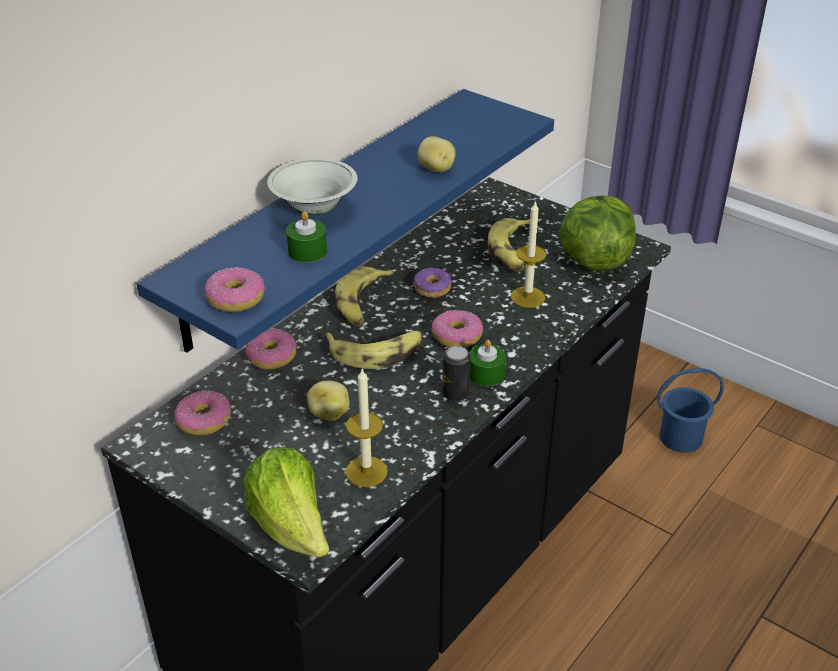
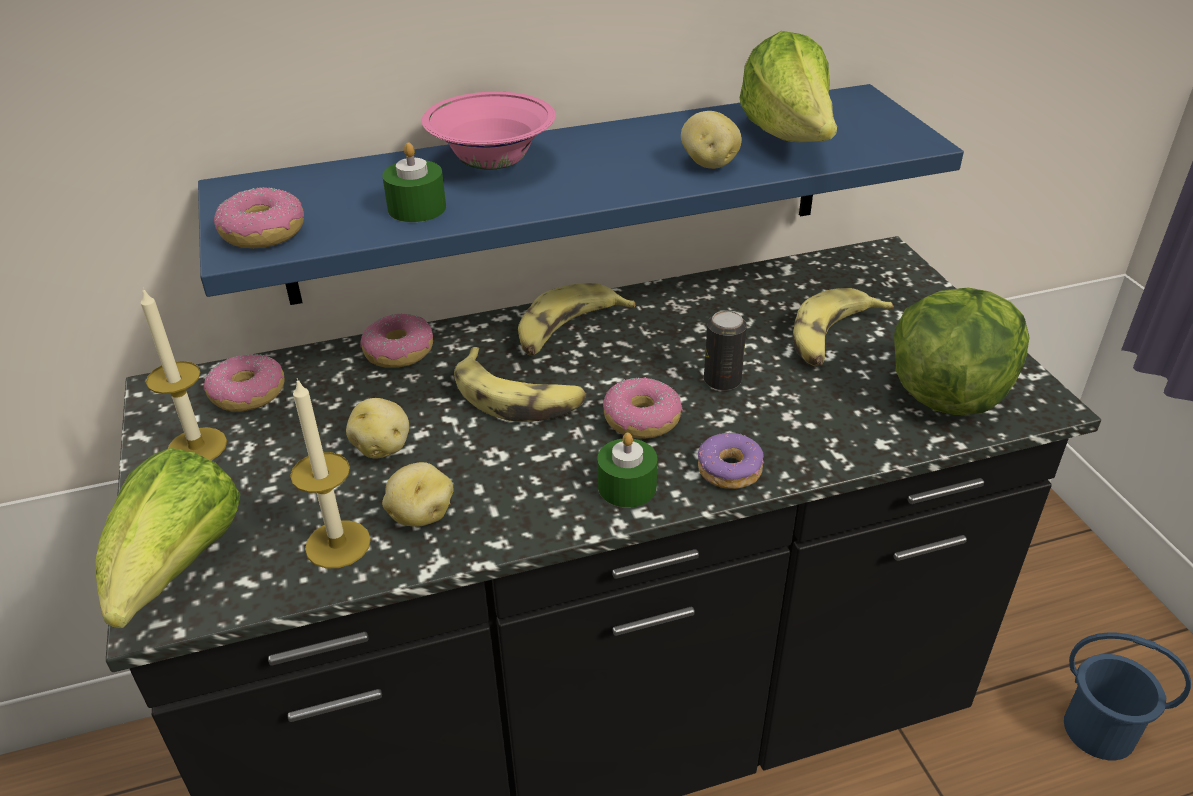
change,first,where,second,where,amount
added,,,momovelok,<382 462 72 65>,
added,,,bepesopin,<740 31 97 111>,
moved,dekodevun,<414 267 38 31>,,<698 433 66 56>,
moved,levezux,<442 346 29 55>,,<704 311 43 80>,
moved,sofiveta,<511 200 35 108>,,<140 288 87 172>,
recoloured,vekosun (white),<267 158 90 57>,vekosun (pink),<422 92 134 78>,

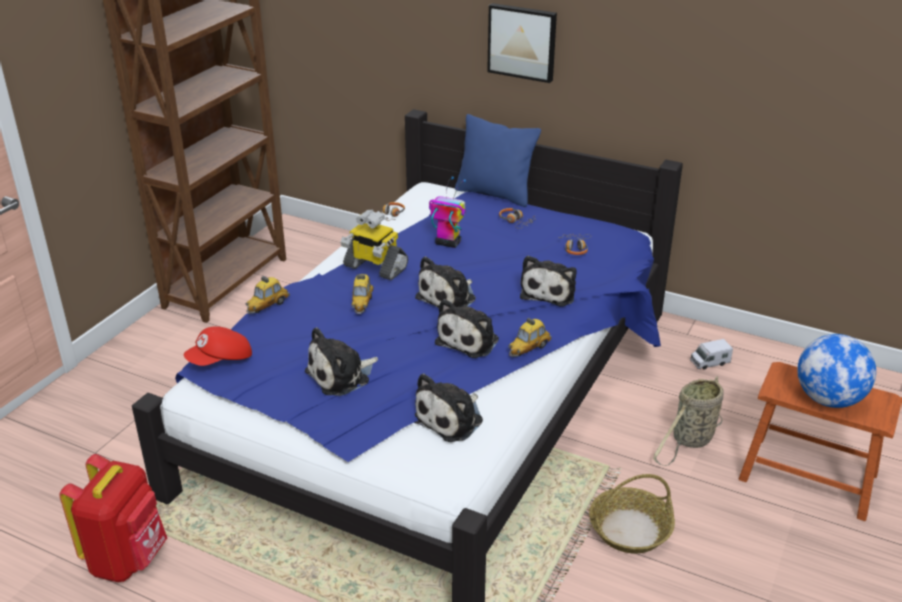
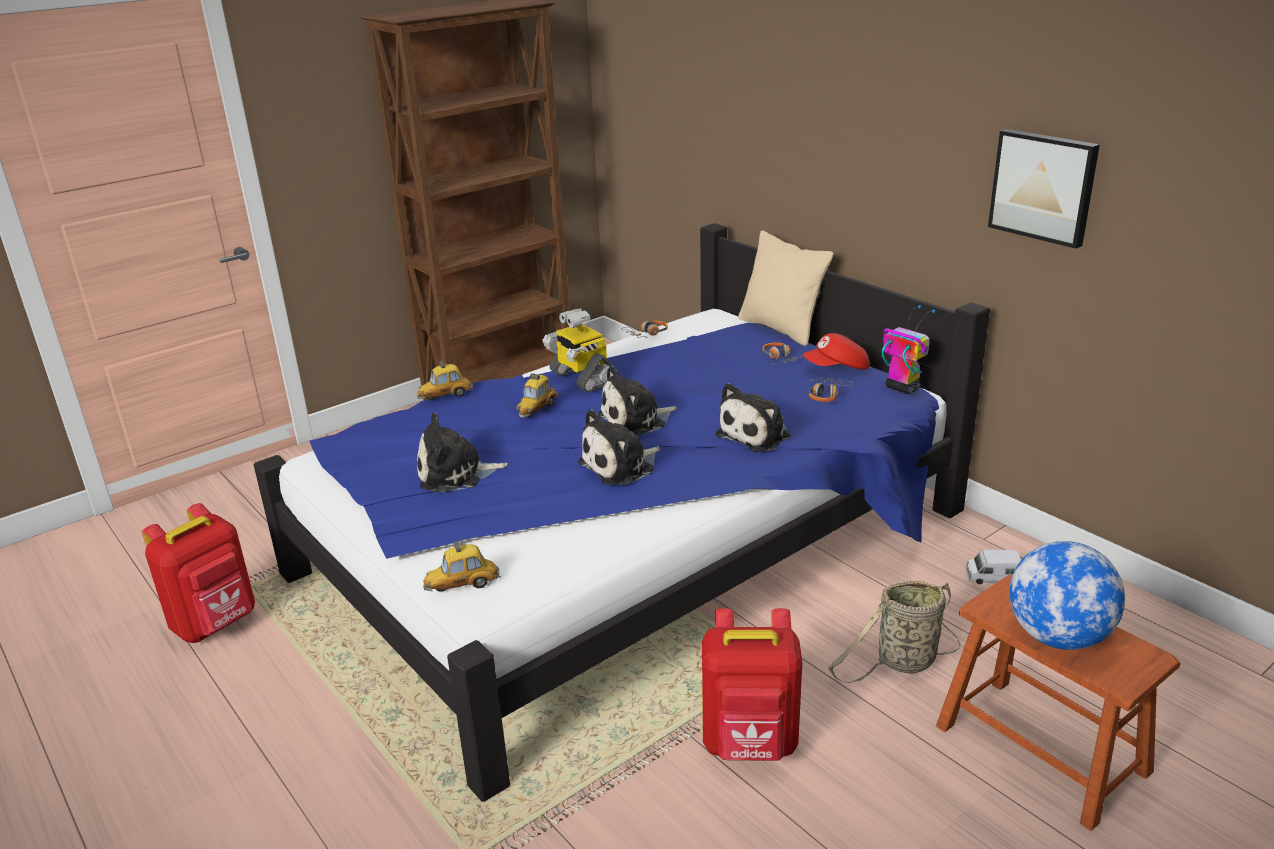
change,first,where,second,where,amount
removed,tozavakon,<414 373 69 69>,,,
moved,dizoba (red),<184 326 68 40>,,<803 333 66 36>,
moved,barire,<429 177 37 71>,,<882 305 53 89>,
moved,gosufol,<487 3 70 80>,,<988 129 112 120>,
moved,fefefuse,<508 318 44 39>,,<423 541 78 51>,
replaced,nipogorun,<589 474 86 80>,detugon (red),<702 608 100 153>,
recoloured,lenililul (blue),<455 114 86 93>,lenililul (beige),<738 230 95 116>,

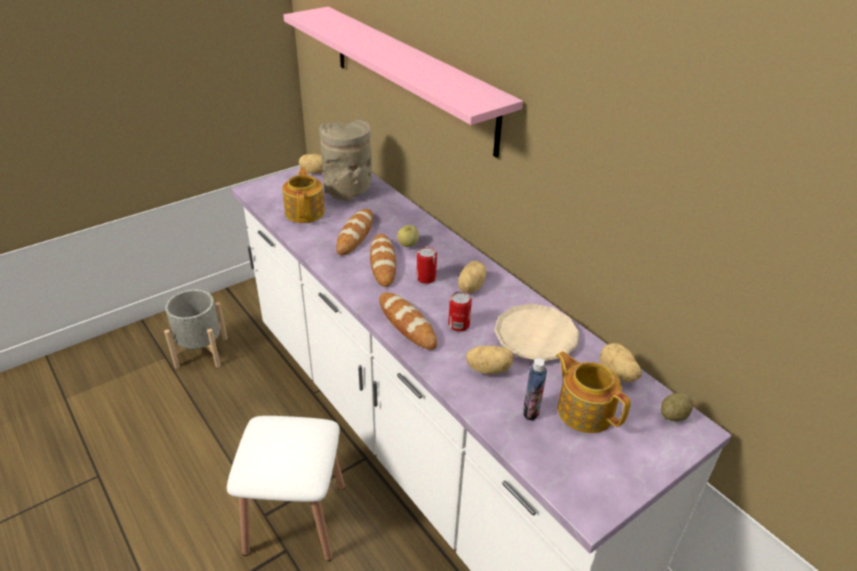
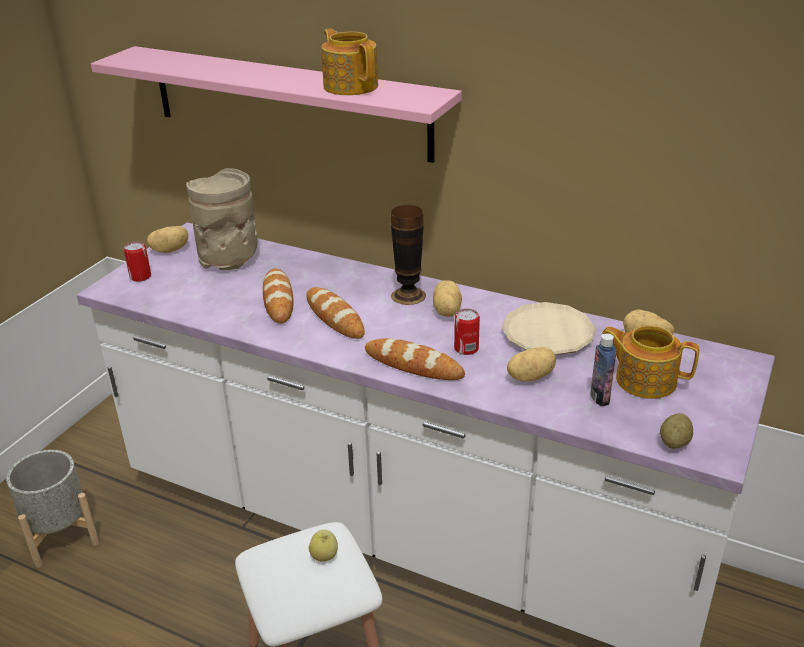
change,first,where,second,where,amount
added,,,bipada,<391 205 35 100>,
moved,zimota,<282 167 43 56>,,<321 28 57 67>,
moved,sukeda,<397 225 22 22>,,<309 529 29 33>,
moved,levezux,<417 246 20 38>,,<124 241 27 41>,
moved,momovelok,<661 393 32 28>,,<660 413 33 36>,

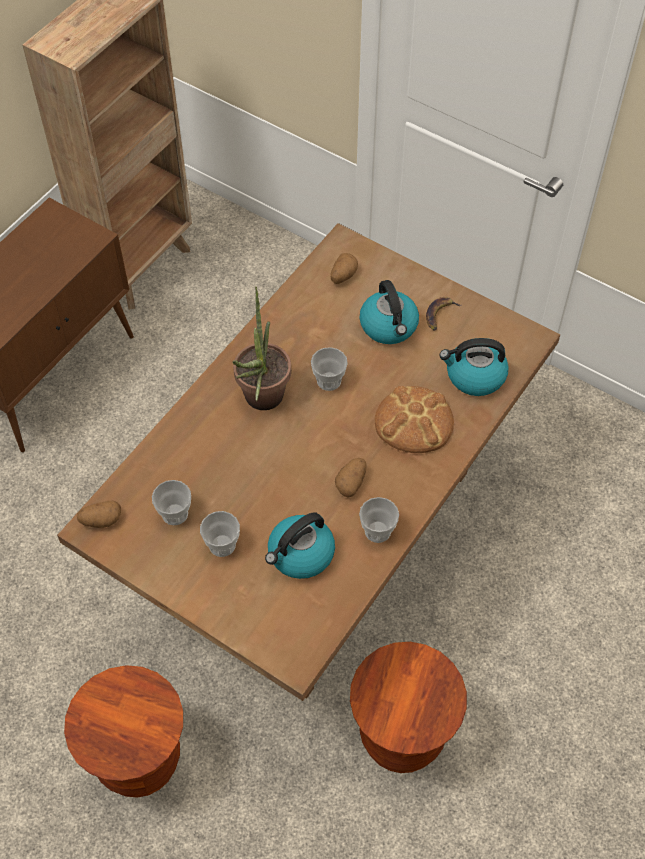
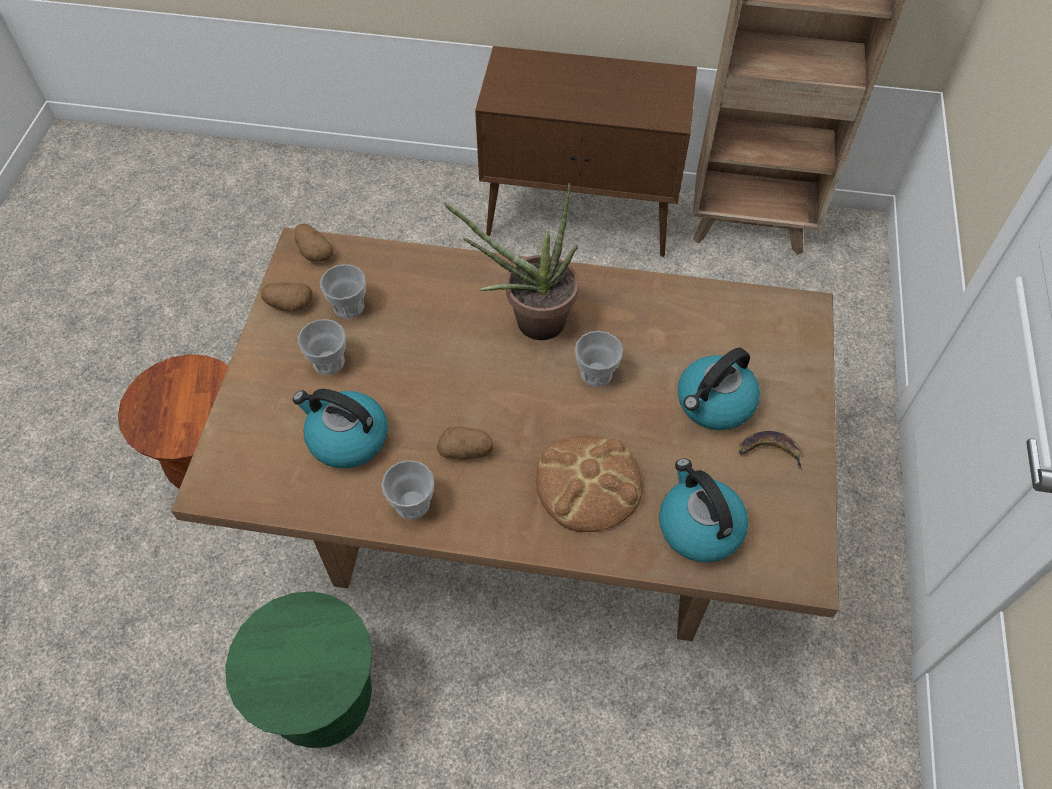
change,first,where,second,where,amount
moved,momovelok,<331 253 27 31>,,<261 283 52 28>,
recoloured,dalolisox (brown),<350 642 117 131>,dalolisox (green),<225 591 147 157>,

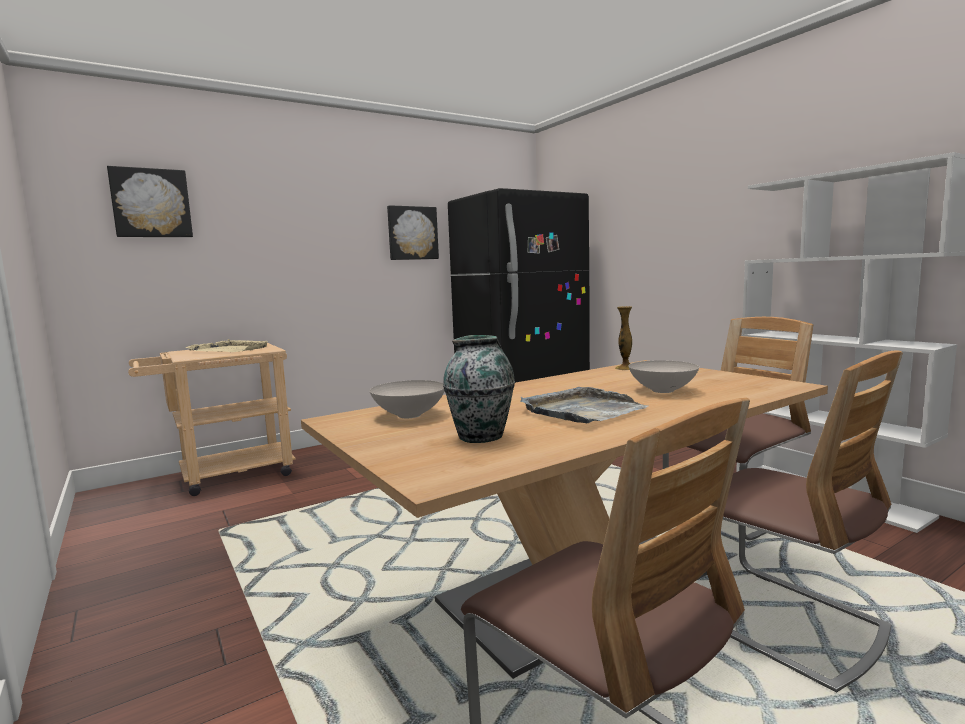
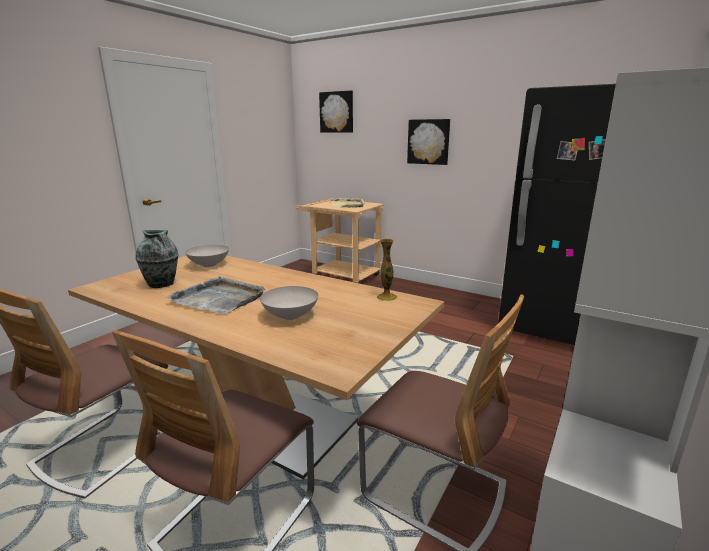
change,first,where,second,where,amount
moved,gosufol,<387 205 52 55>,,<407 119 43 46>,

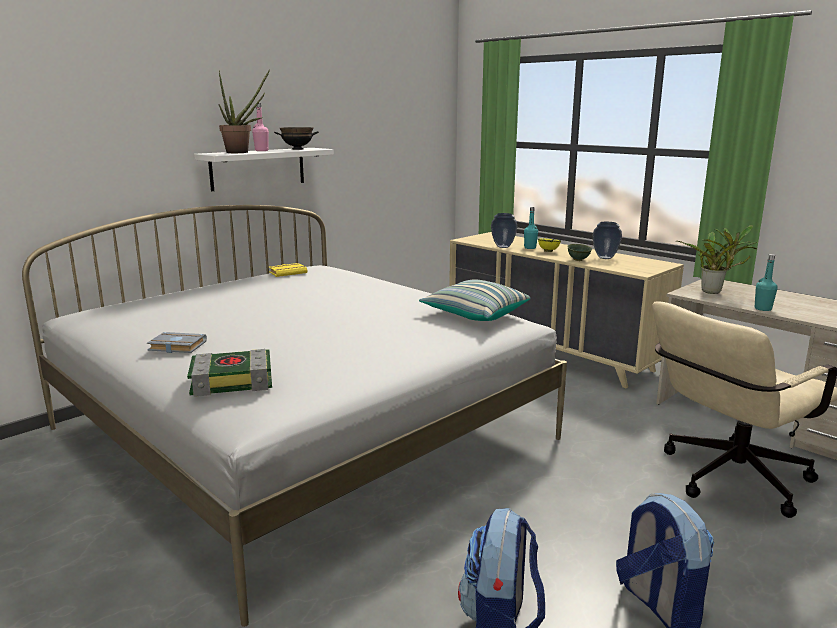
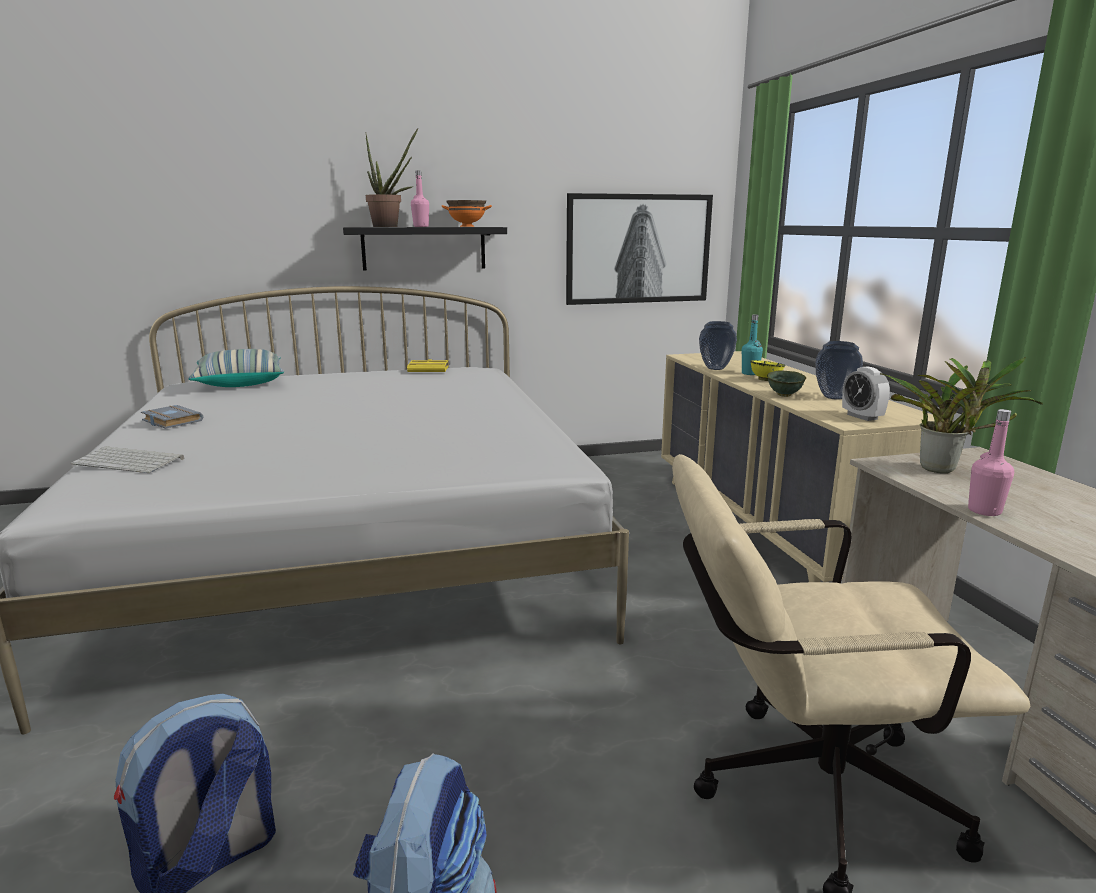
change,first,where,second,where,amount
added,,,gosufol,<566 193 147 112>,
added,,,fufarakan,<842 366 48 55>,
moved,lenililul,<419 279 112 42>,,<188 349 96 38>,
replaced,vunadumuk,<187 349 85 48>,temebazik,<71 446 113 27>,
recoloured,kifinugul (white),<194 148 140 43>,kifinugul (black),<343 227 164 43>,
recoloured,vekosun (black),<274 127 45 23>,vekosun (orange),<442 200 50 27>,
recoloured,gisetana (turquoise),<755 254 23 57>,gisetana (pink),<968 409 46 107>,

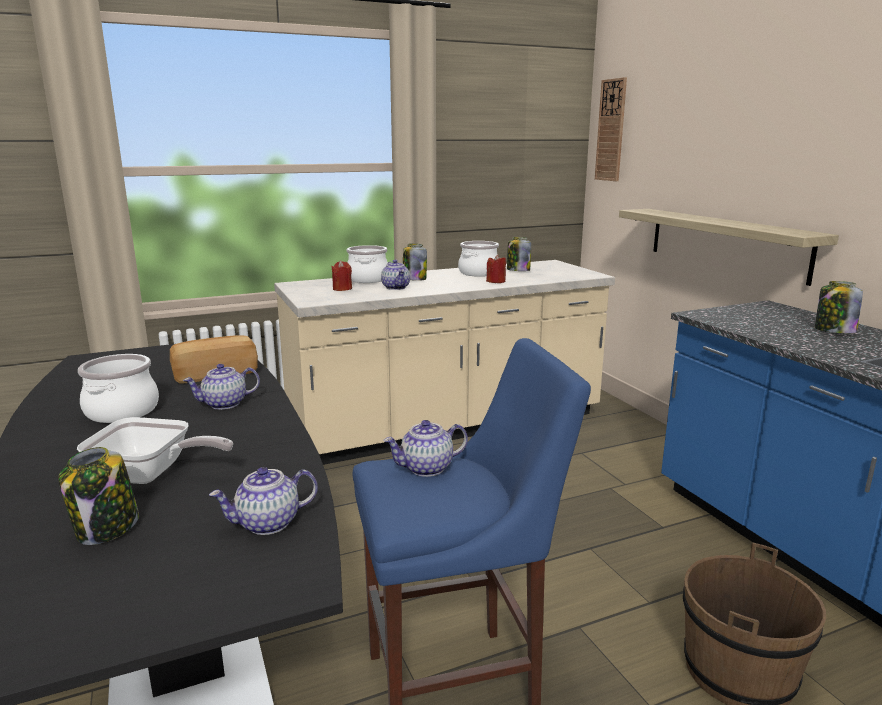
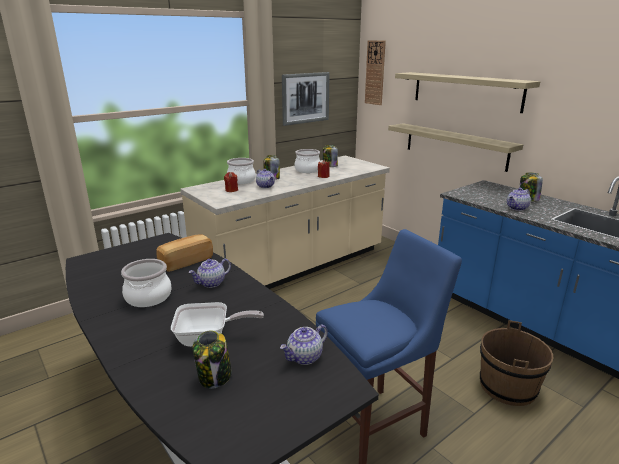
change,first,where,second,where,amount
added,,,gosufol,<282 72 48 54>,
added,,,kifinugul,<395 72 145 41>,
moved,zimota,<384 420 84 57>,,<507 188 24 23>,

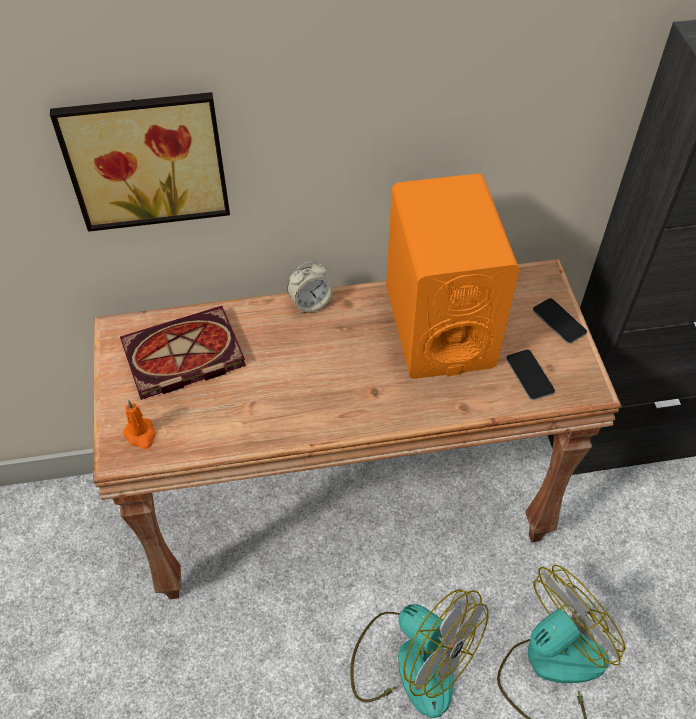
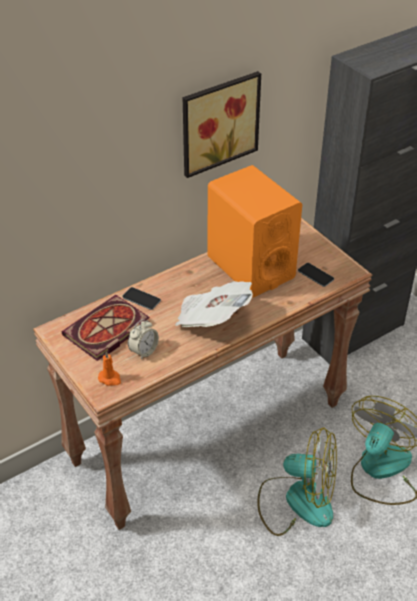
change,first,where,second,where,amount
added,,,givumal,<175 281 78 46>,
moved,gosufol,<50 92 180 140>,,<183 71 78 107>,
moved,fufarakan,<287 261 46 53>,,<128 319 31 41>,
moved,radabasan,<533 298 54 46>,,<122 287 39 23>,

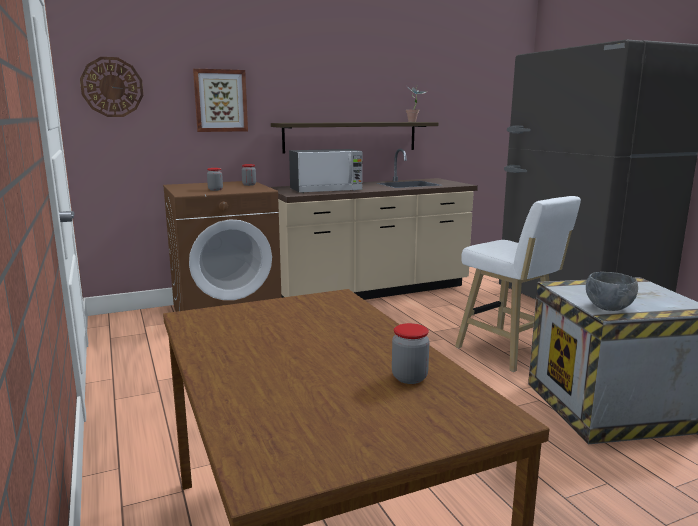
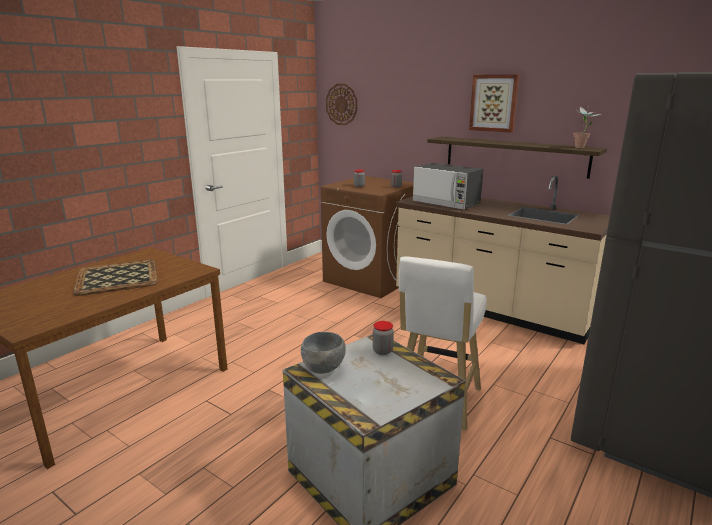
change,first,where,second,where,amount
added,,,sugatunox,<73 260 85 36>,
moved,gosufol,<193 68 55 64>,,<469 74 50 59>,
moved,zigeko,<392 323 38 61>,,<373 321 21 34>,

